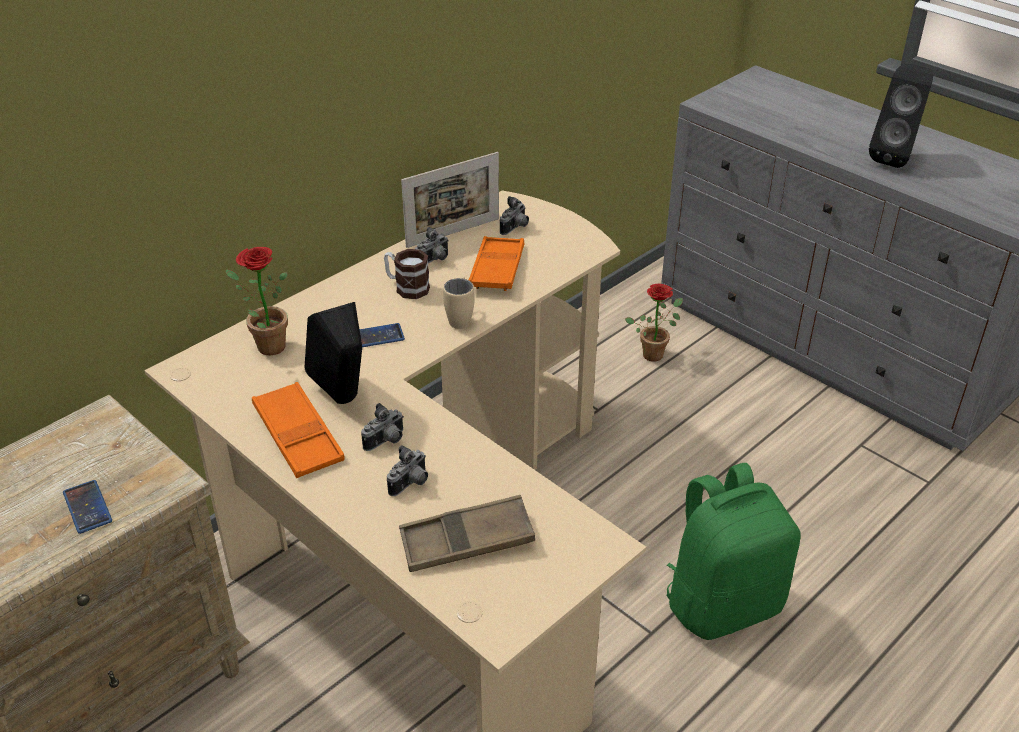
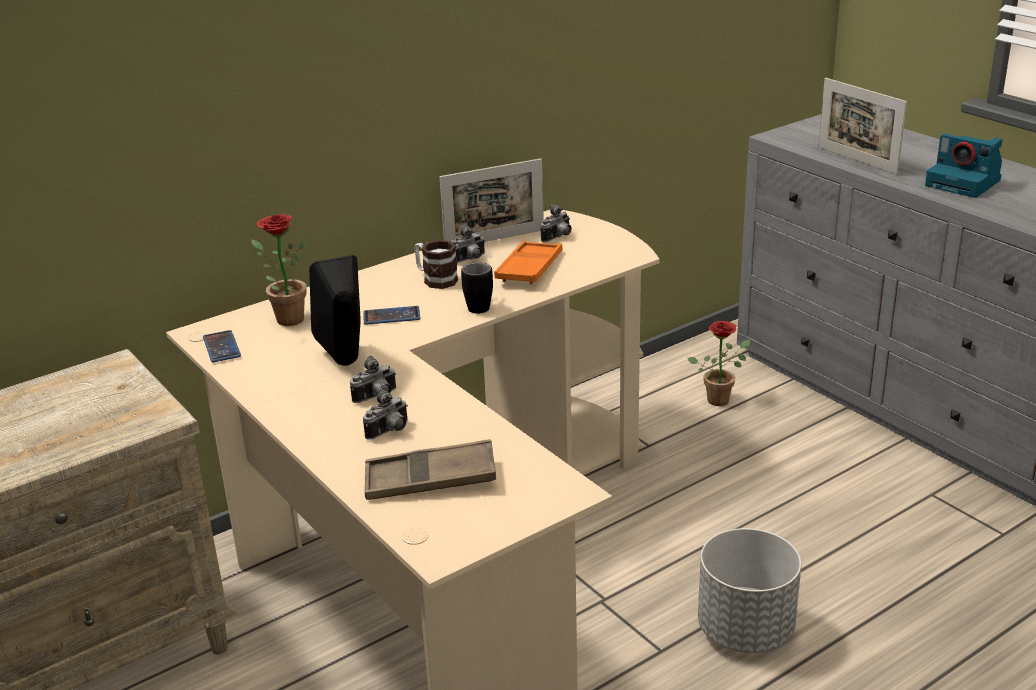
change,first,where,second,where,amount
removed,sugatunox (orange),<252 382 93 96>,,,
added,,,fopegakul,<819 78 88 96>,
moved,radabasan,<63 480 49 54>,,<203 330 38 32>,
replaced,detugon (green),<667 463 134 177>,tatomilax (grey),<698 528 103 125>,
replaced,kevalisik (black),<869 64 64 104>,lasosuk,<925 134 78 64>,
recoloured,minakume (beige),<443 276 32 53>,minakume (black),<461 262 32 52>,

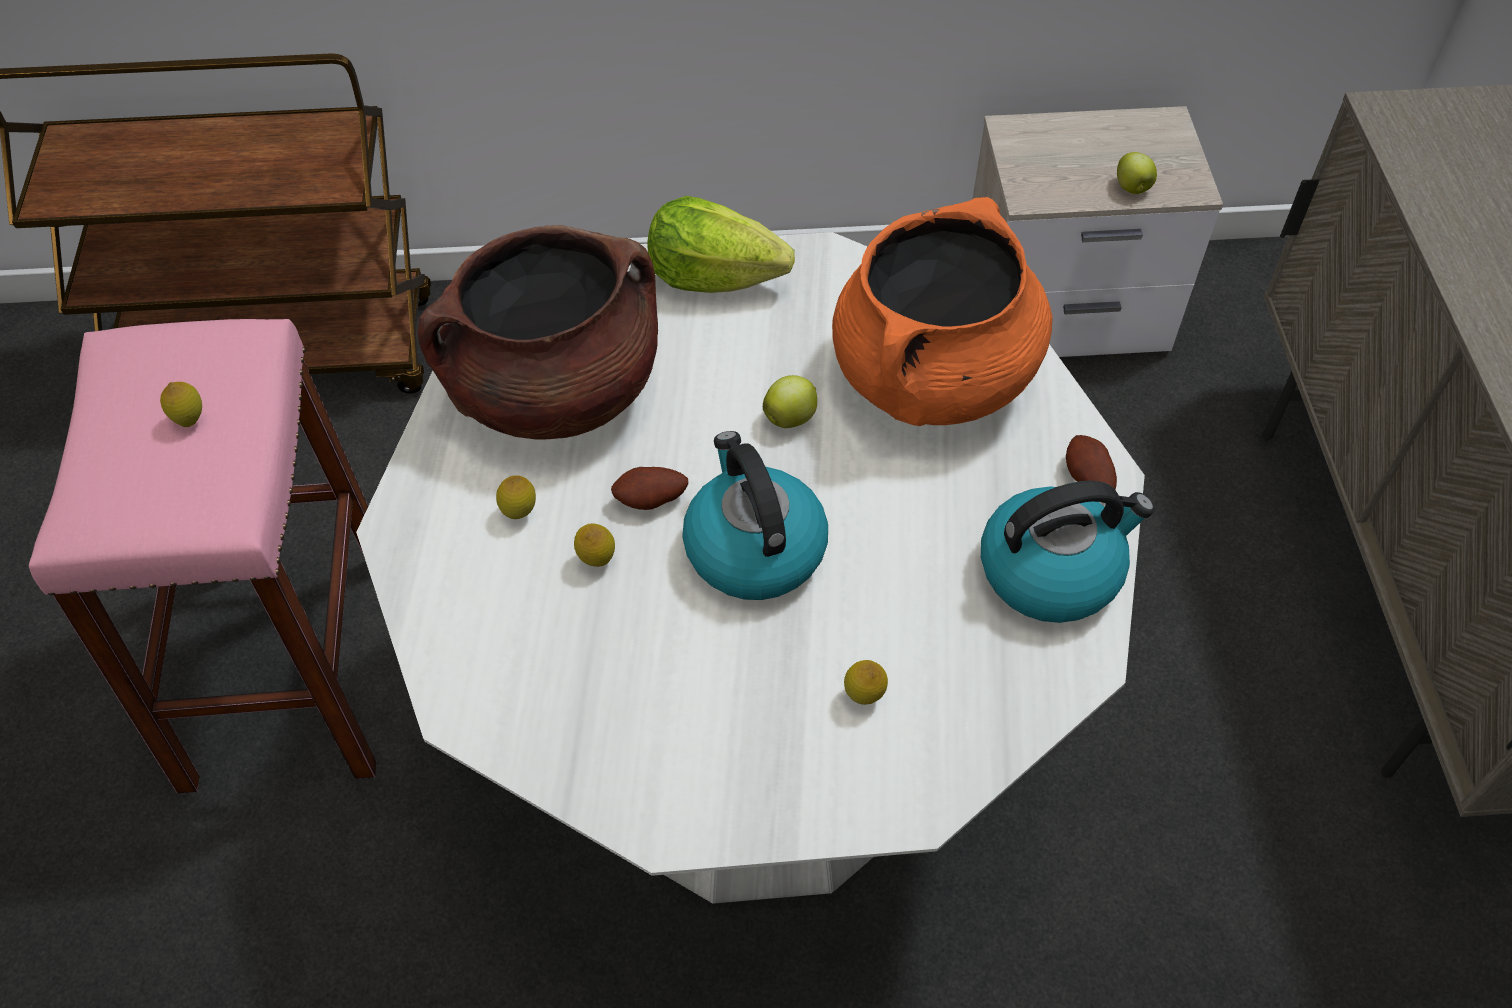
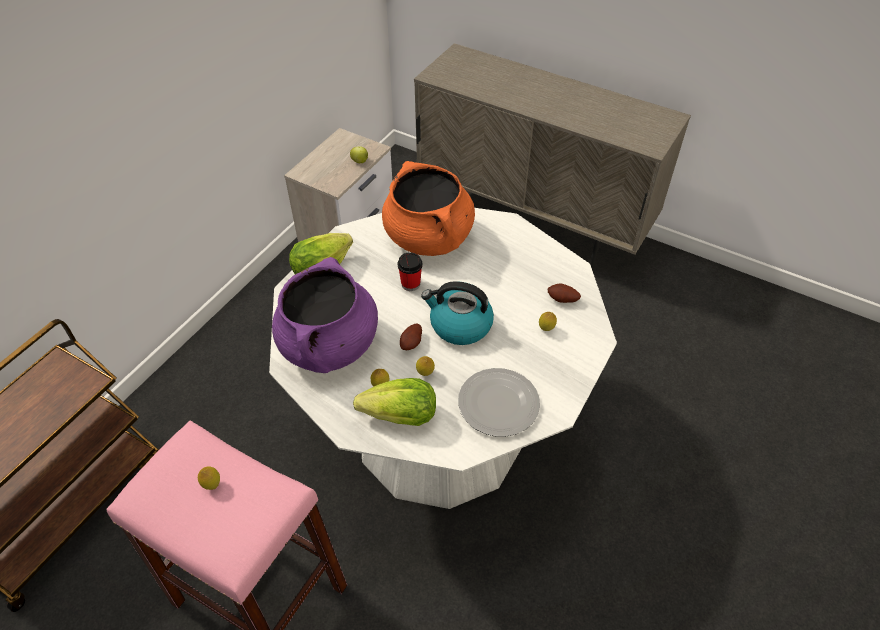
change,first,where,second,where,amount
removed,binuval,<981 481 173 142>,,,
added,,,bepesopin,<353 378 83 48>,
added,,,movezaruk,<458 368 82 69>,
moved,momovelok,<1066 435 51 55>,,<548 283 33 20>,
replaced,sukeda,<763 375 54 53>,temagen,<398 252 25 39>,
recoloured,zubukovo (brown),<417 225 241 215>,zubukovo (purple),<272 257 106 116>,

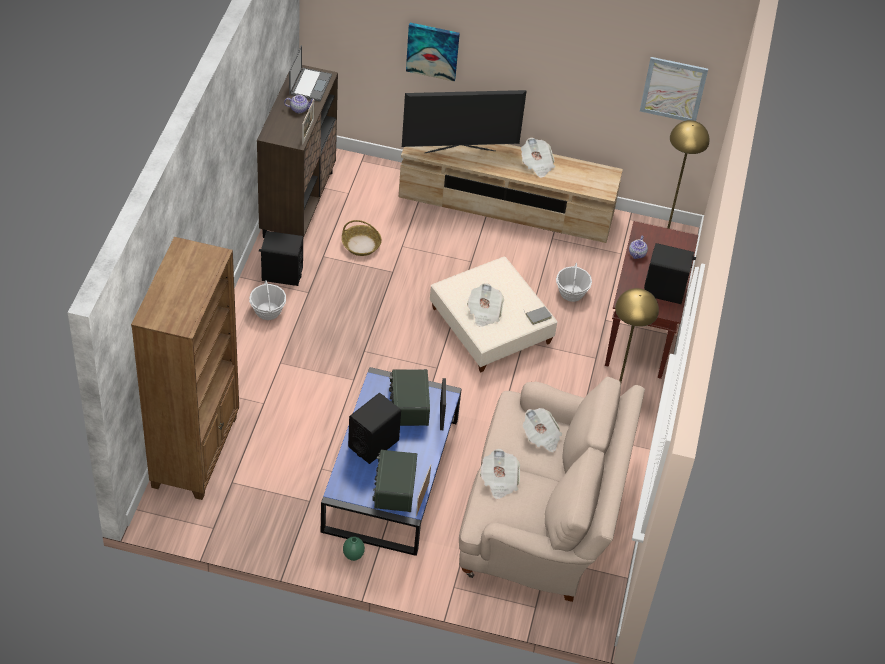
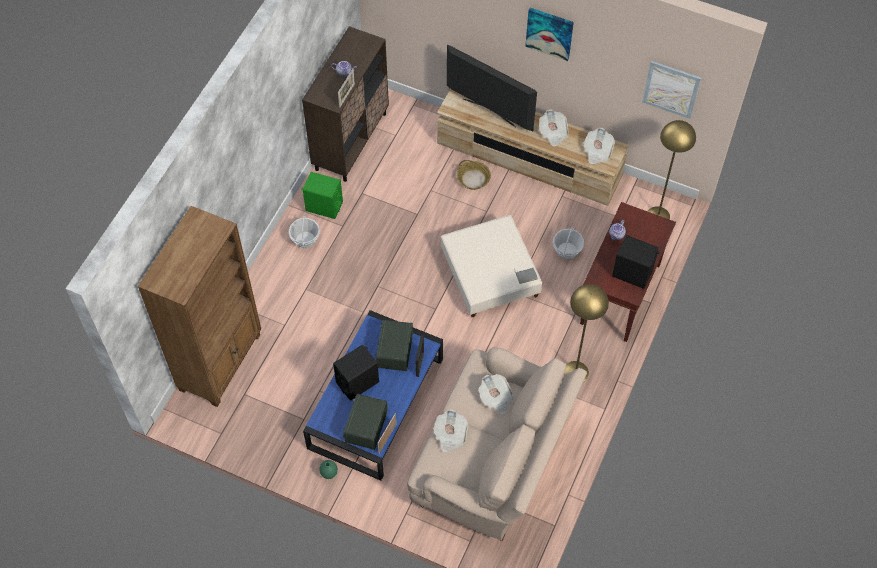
change,first,where,second,where,amount
removed,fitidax,<289 45 43 56>,,,
moved,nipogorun,<342 220 40 36>,,<457 160 34 30>,
moved,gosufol,<406 23 54 59>,,<525 8 49 53>,
moved,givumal,<467 283 37 44>,,<583 128 32 36>,
recoloured,kevalisik (black),<259 231 44 55>,kevalisik (green),<302 172 41 47>,
turned,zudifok,<402 90 125 63>,,<447 45 90 86>,150 degrees counterclockwise

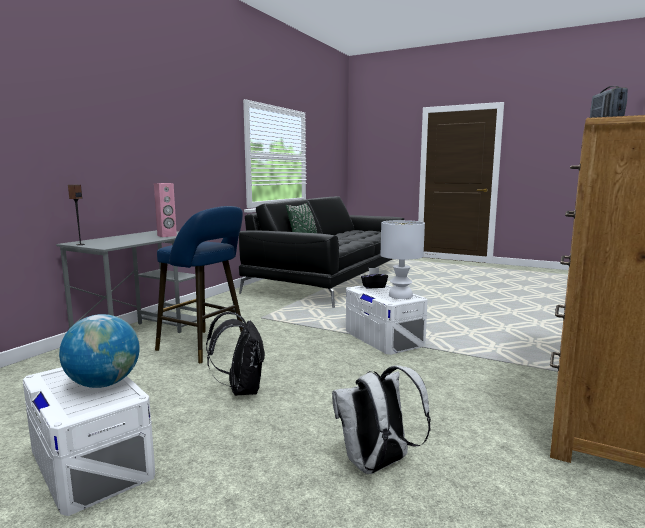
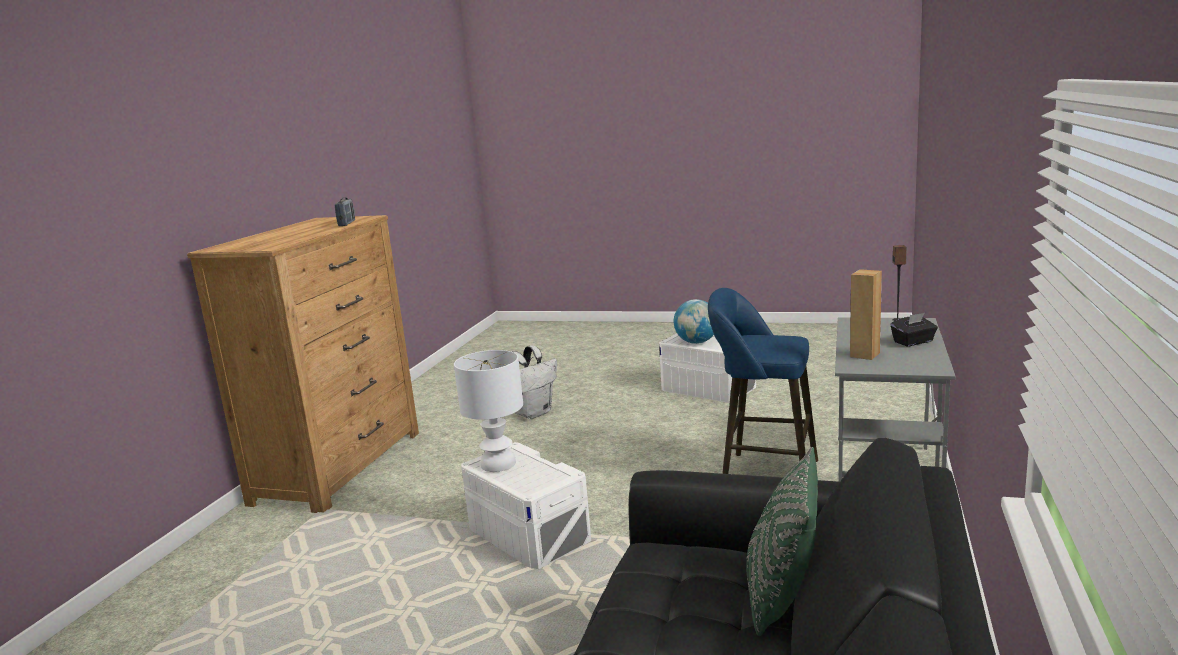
change,first,where,second,where,amount
removed,detugon (black),<206 312 59 84>,,,
moved,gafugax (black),<361 268 27 21>,,<890 313 48 34>,
recoloured,kevalisik (pink),<154 183 23 54>,kevalisik (brown),<850 269 32 91>,

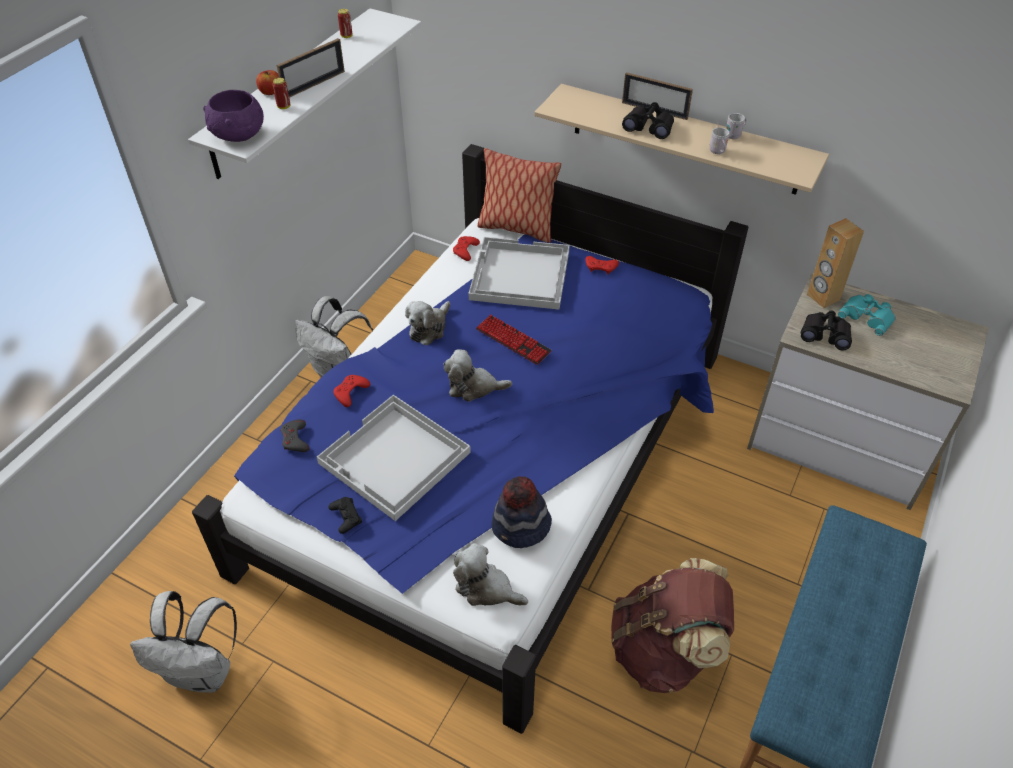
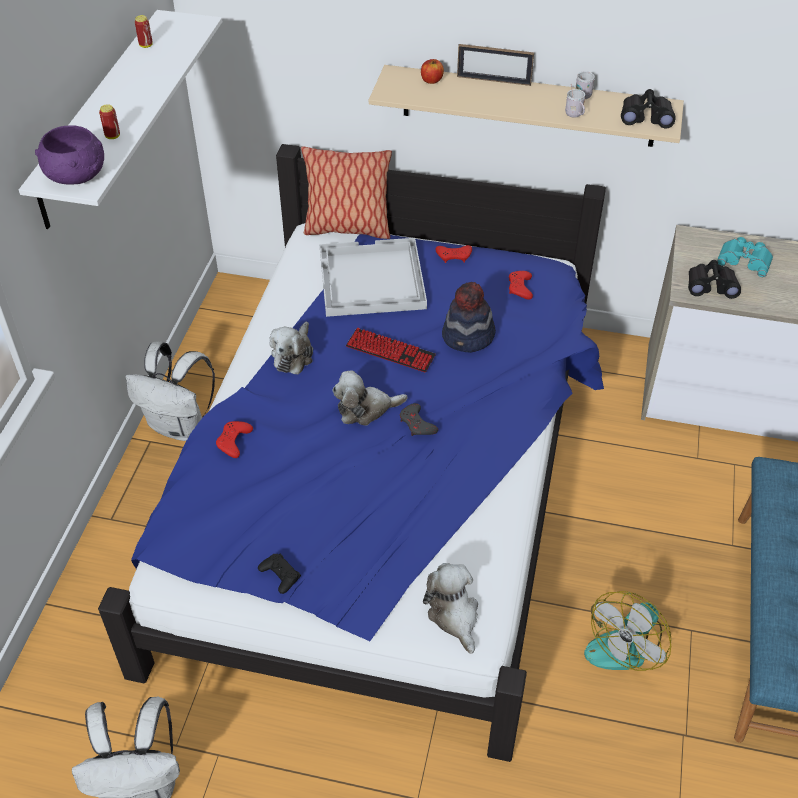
change,first,where,second,where,amount
removed,fopegakul,<277 38 68 60>,,,
removed,sugatunox (white),<317 395 154 126>,,,
removed,kevalisik (brown),<807 218 57 90>,,,
moved,sukeda,<256 70 23 25>,,<421 59 23 25>,
moved,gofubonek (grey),<281 419 29 33>,,<400 403 38 33>,
moved,gofubonek (red),<453 236 27 25>,,<509 271 24 29>,
moved,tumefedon,<491 476 61 72>,,<442 282 54 71>,
moved,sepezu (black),<622 102 52 37>,,<621 89 55 39>,
replaced,detugon (brown),<611 558 123 135>,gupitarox,<584 591 88 80>,
turned,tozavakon,<453 543 75 63>,,<423 563 55 91>,60 degrees clockwise

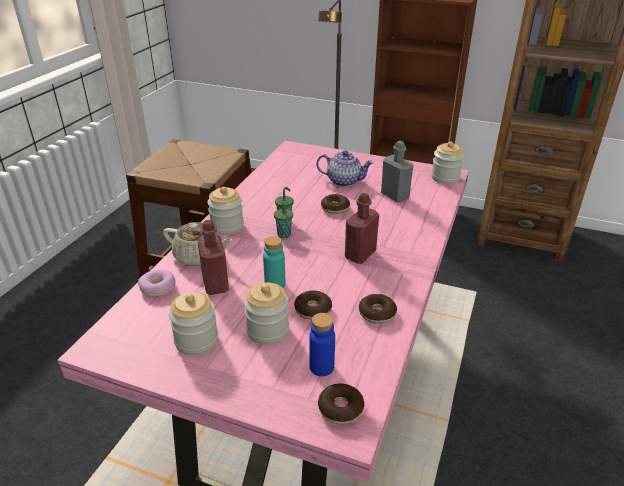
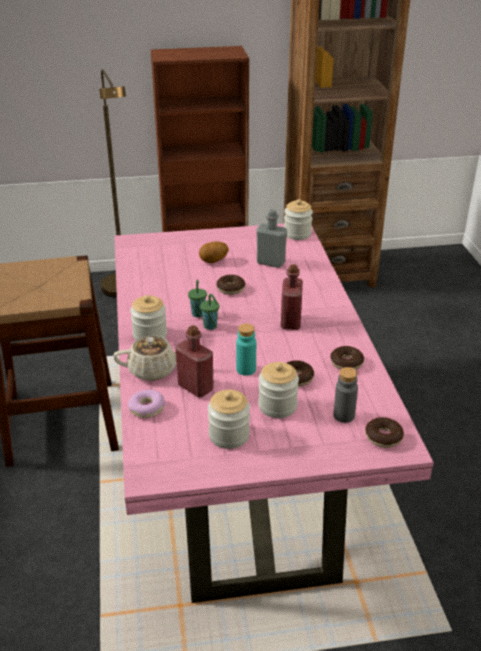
change,first,where,second,where,amount
replaced,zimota,<316 150 58 37>,momovelok,<199 242 30 21>,
recoloured,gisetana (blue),<309 313 26 63>,gisetana (grey),<333 367 25 56>,

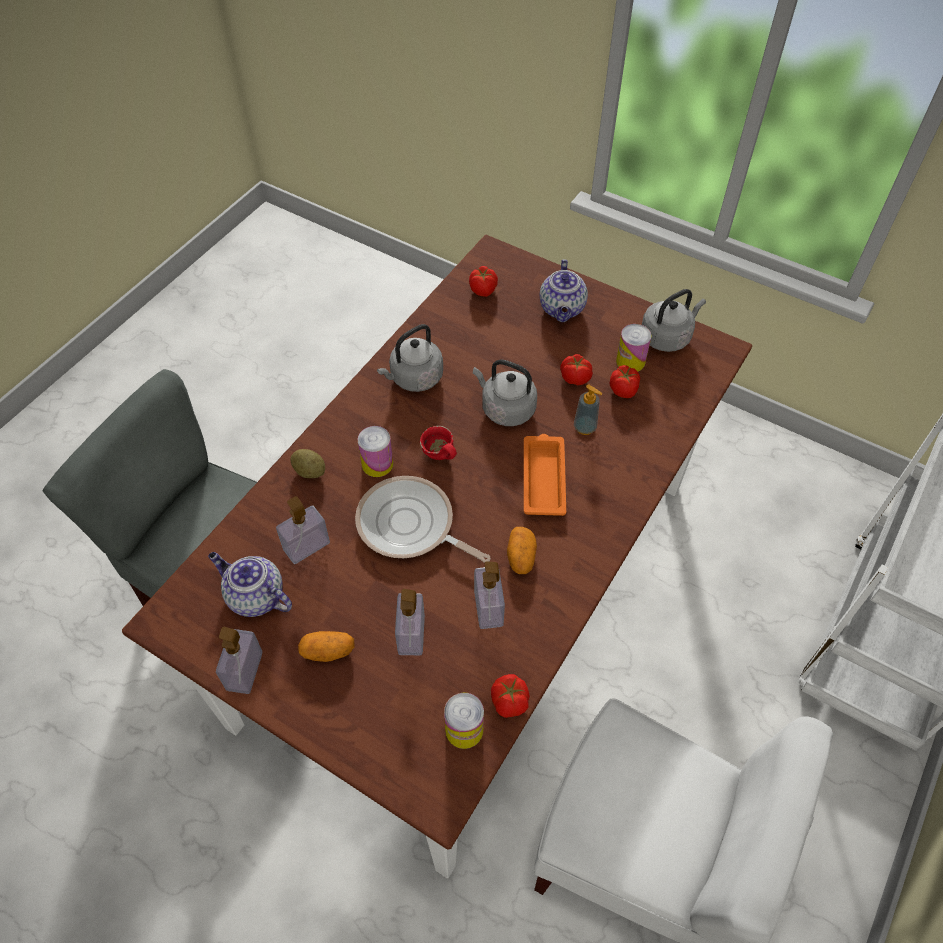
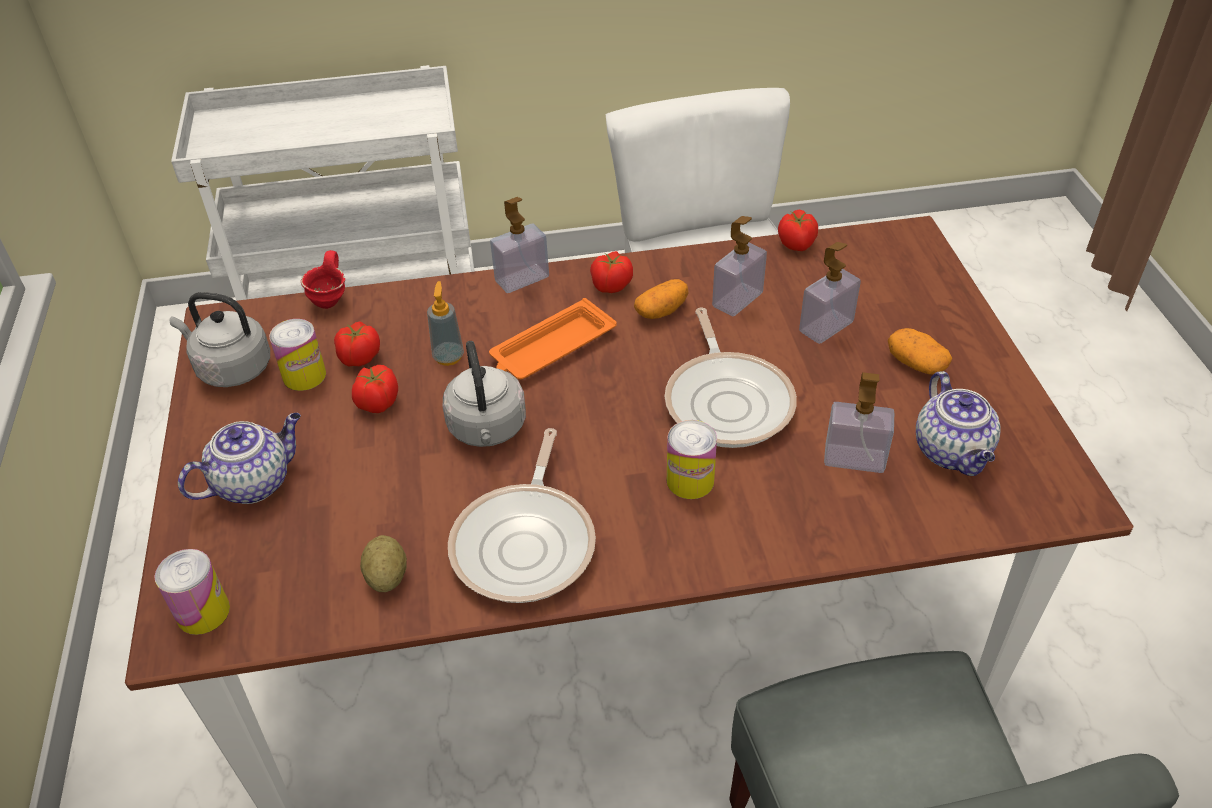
change,first,where,second,where,amount
moved,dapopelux,<216 627 46 67>,,<490 197 59 96>,
moved,momovelok,<291 449 34 29>,,<360 535 47 57>,
moved,minakume (red),<420 426 37 34>,,<301 250 44 59>,
moved,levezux,<444 693 40 56>,,<154 549 76 86>,
moved,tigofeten,<469 266 29 31>,,<590 251 43 42>,
replaced,binuval (grey),<377 324 66 68>,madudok,<448 428 148 175>,

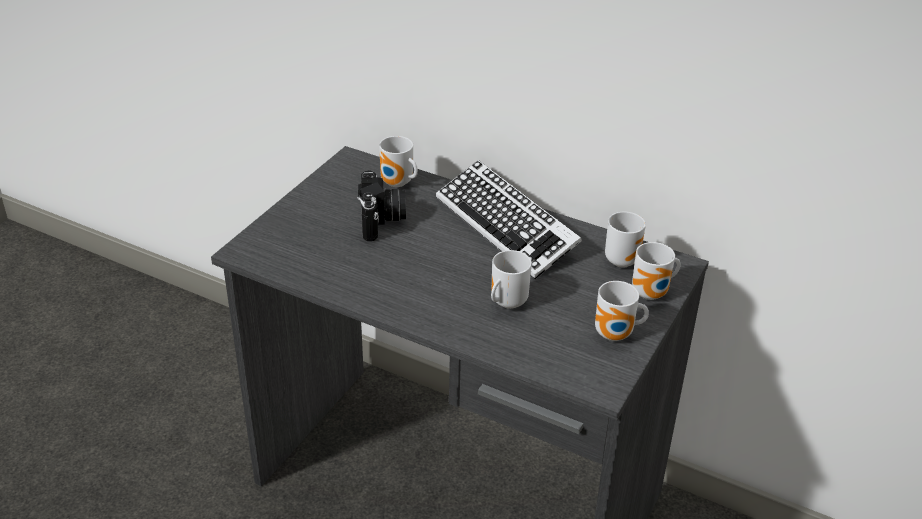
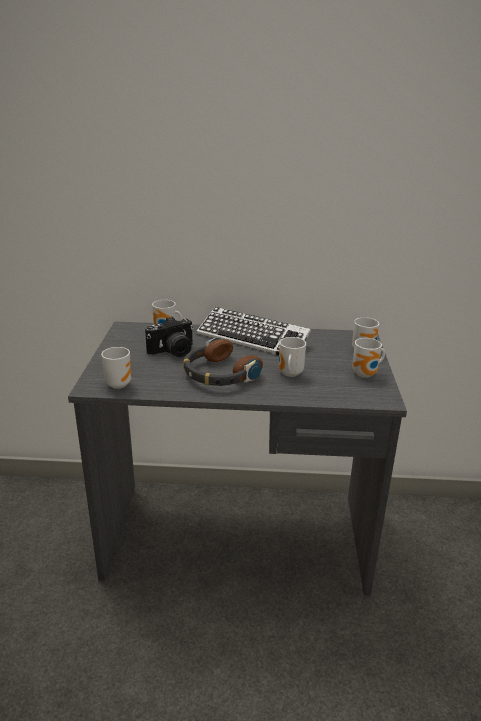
change,first,where,second,where,amount
added,,,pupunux,<183 338 80 48>,
moved,minakume,<605 212 41 56>,,<101 347 30 42>,
turned,lasosuk,<357 170 49 71>,,<145 317 48 40>,90 degrees clockwise

